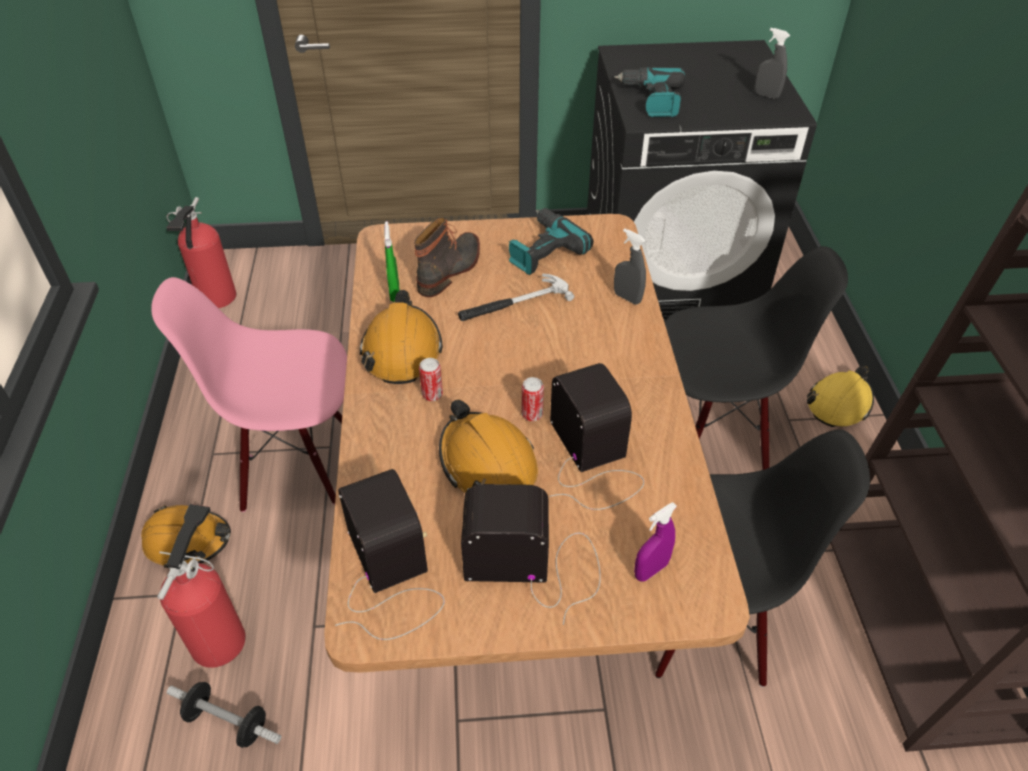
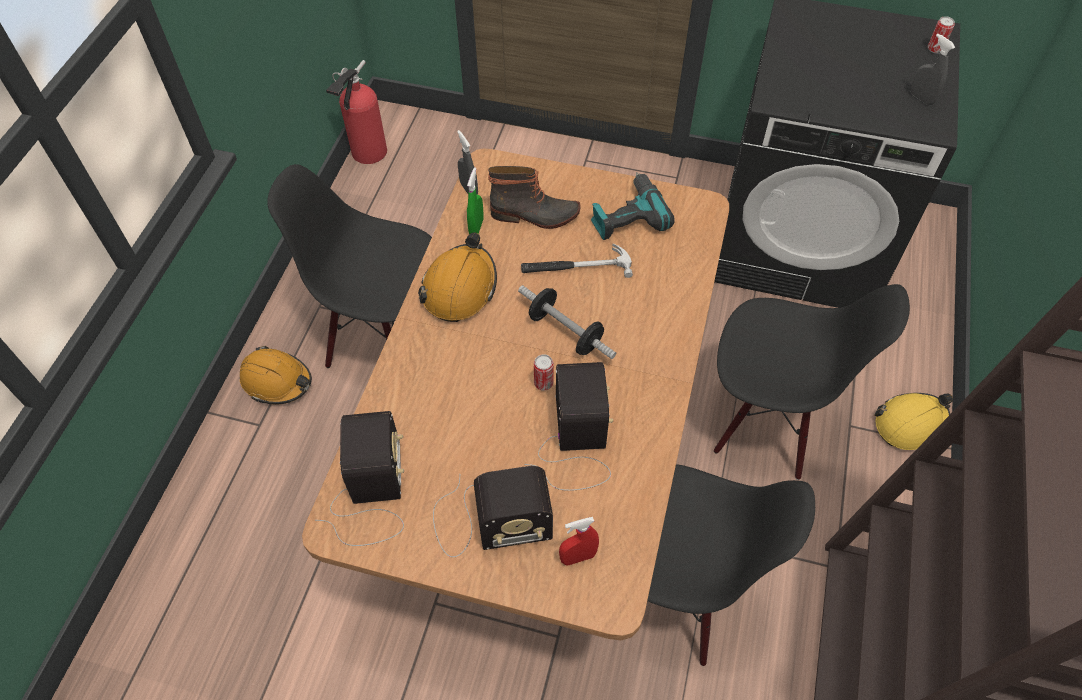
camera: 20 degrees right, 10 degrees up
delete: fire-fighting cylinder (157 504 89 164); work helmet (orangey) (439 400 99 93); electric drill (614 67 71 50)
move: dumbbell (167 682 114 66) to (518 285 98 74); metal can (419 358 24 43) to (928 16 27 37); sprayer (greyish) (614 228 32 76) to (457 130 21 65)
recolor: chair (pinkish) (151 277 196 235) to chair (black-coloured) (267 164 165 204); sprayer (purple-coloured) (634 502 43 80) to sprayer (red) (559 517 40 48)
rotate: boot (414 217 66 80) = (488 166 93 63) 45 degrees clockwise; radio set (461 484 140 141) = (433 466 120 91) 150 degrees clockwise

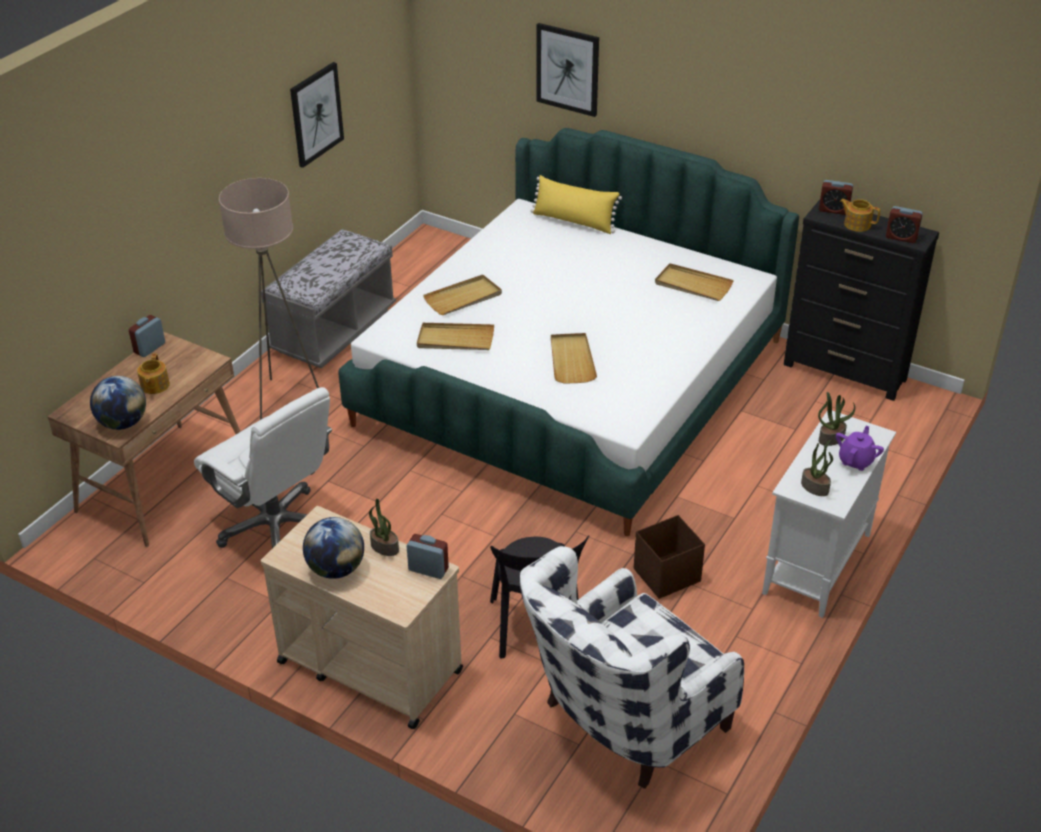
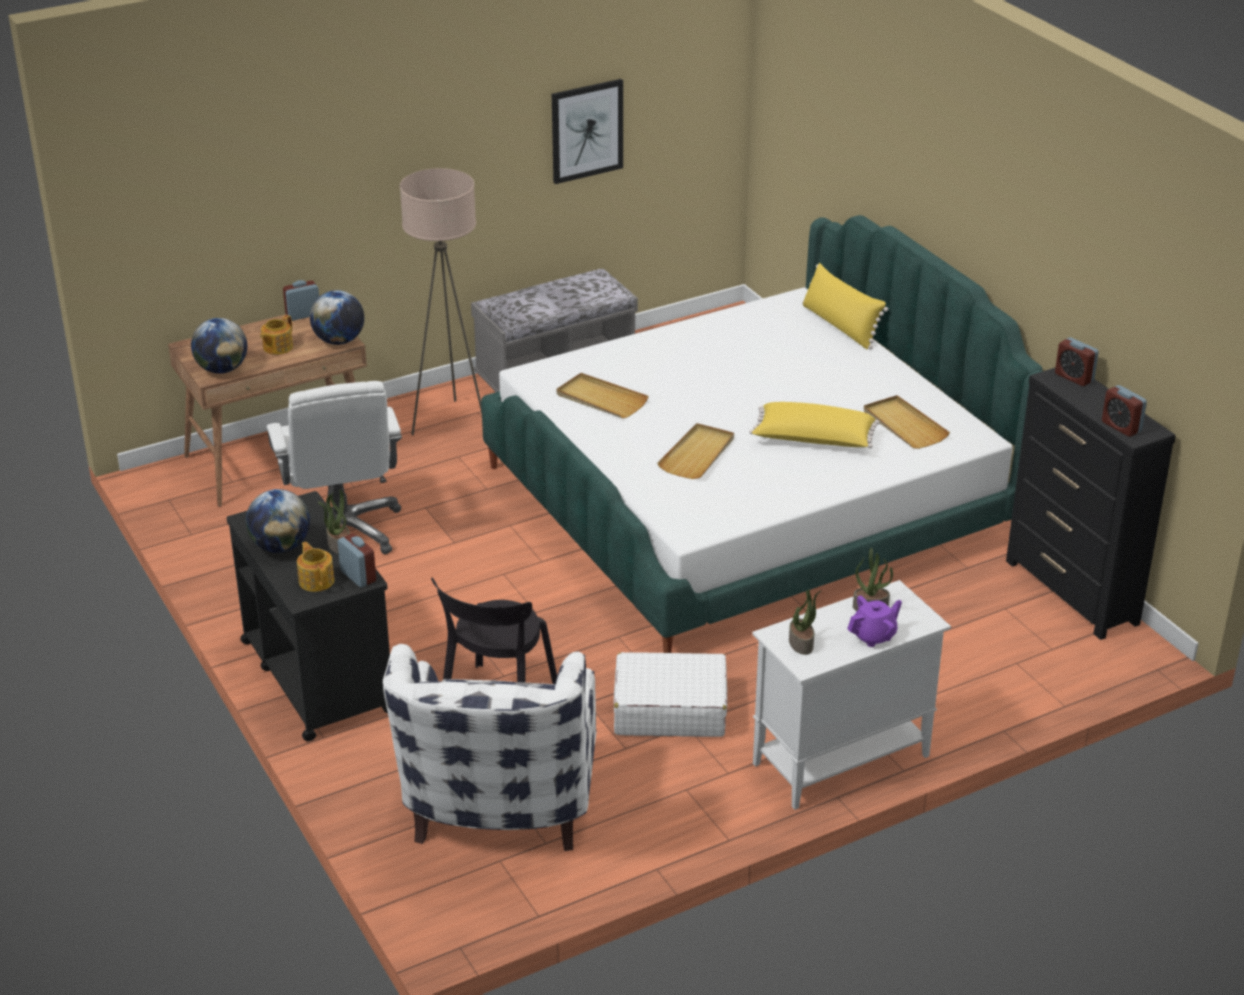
camera: 30 degrees right, 5 degrees down
delete: carrying tray (beige-coloured) (423 275 79 40); picture (536 23 63 94)
insert: globe (310 290 54 55); pillow (yellow) (749 402 131 46)
move: teapot (840 199 40 33) to (297 542 37 50)
replace: storage bin (brown) (634 515 71 84) to suitcase (whitish) (614 652 113 85)
recolor: cart (beige-coloured) (261 506 202 223) to cart (black-coloured) (226 491 164 250)
rotate: lounge chair (whitish) (520 546 224 243) = (383 644 213 207) 75 degrees counterclockwise

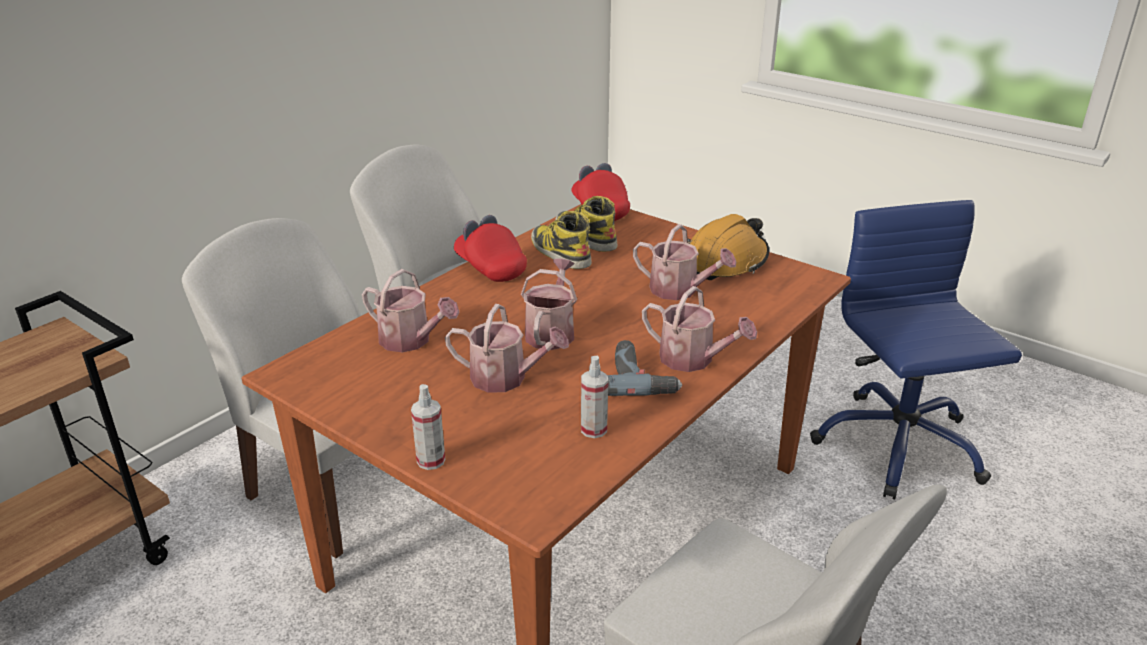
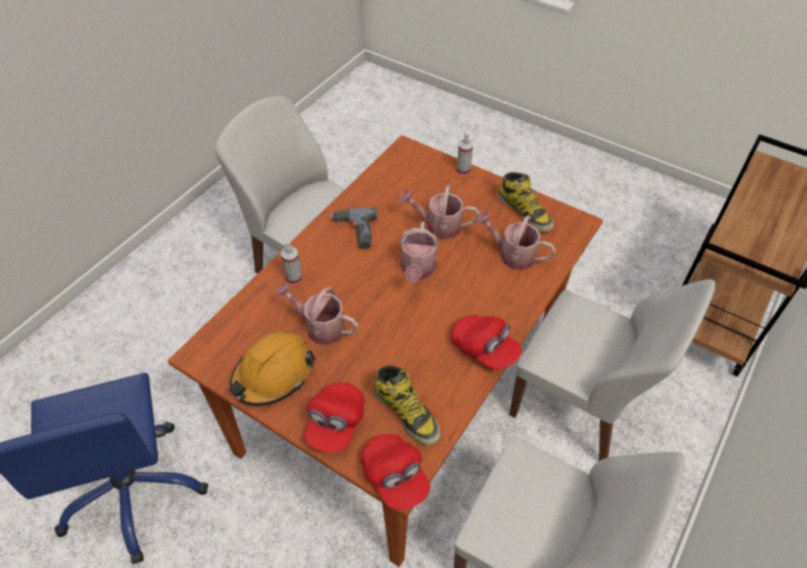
camera: 175 degrees right, 20 degrees up
delete: watering pot (642 286 115 86)
insert: peaked cap (red) (304 382 61 70)
move: boot (531 211 61 58) to (498 172 56 60); sprayer (581 356 27 82) to (281 241 21 44)

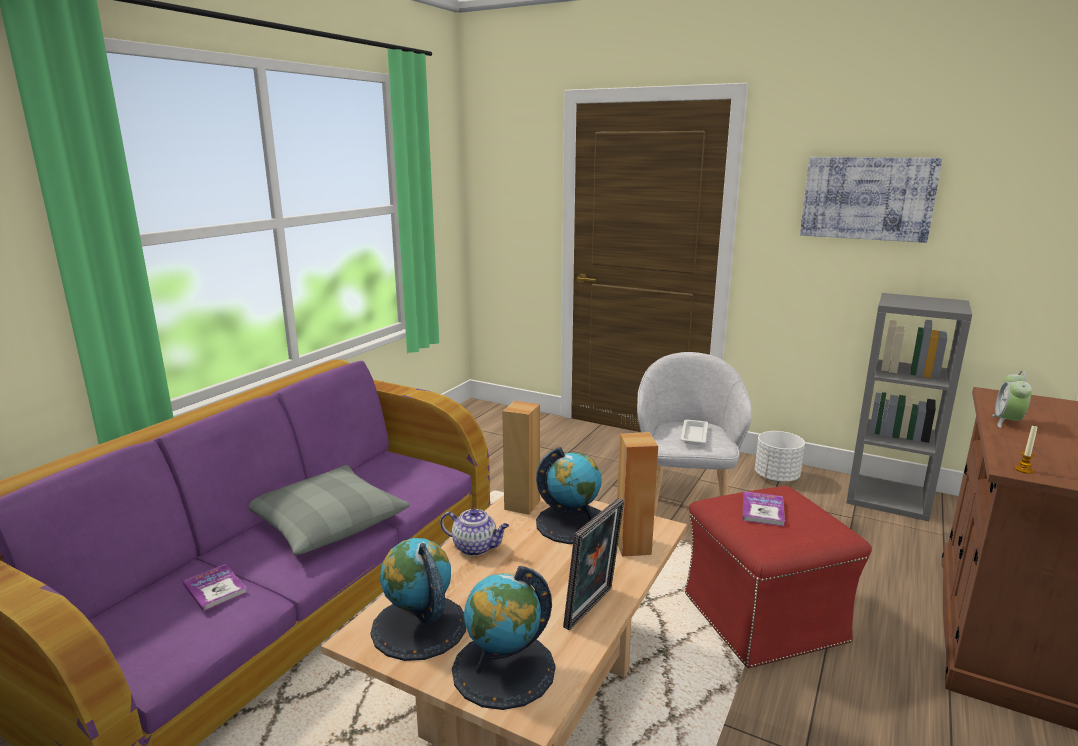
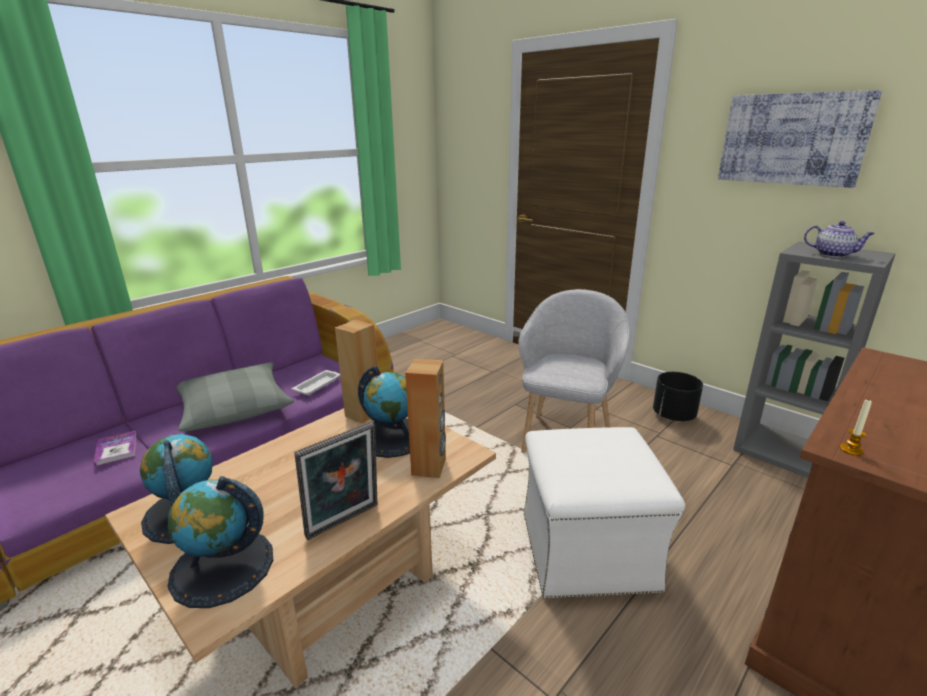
camera: 15 degrees right, 5 degrees up
delete: bound book (743 491 42 36); bedside clock (992 371 40 57)
move: teapot (440 509 69 47) to (804 221 71 36); carrying tray (whitish) (681 419 27 26) to (291 370 49 25)
recolor: ottoman (red) (684 486 188 182) to ottoman (whitish) (524 427 161 171); flower pot (whitish) (755 431 50 51) to flower pot (black-coloured) (653 372 50 49)

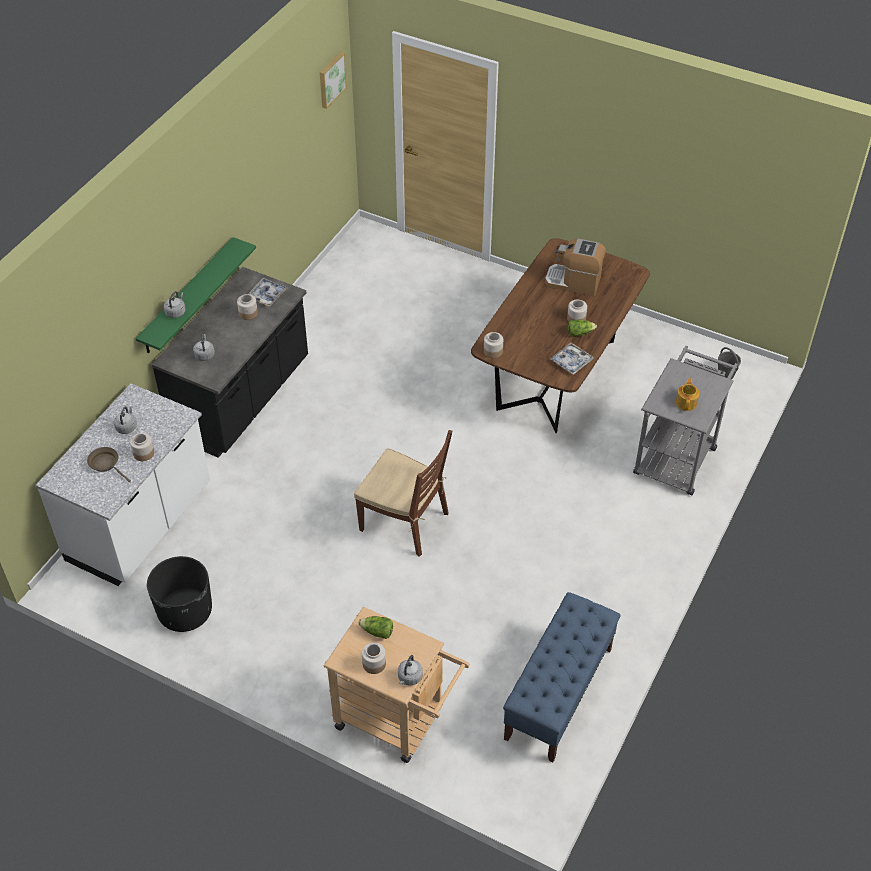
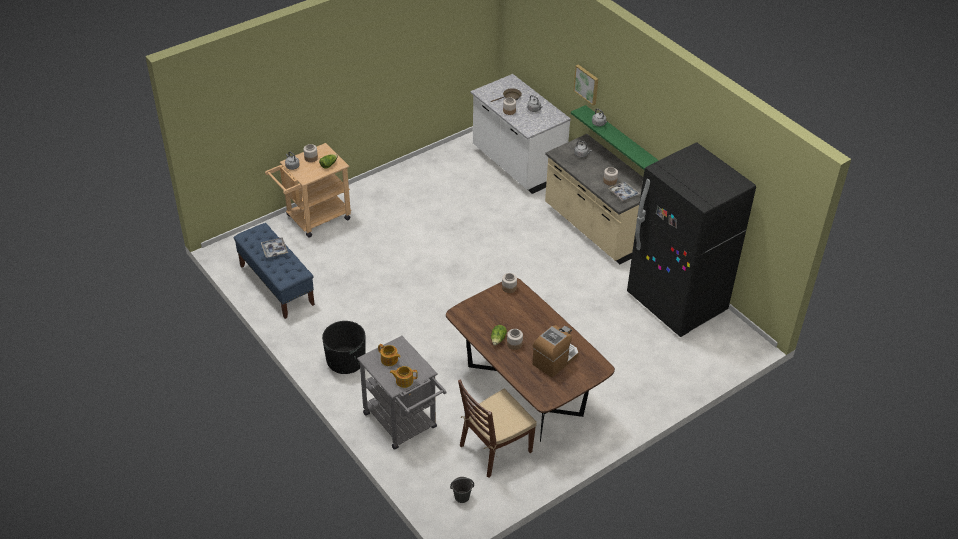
camera: 115 degrees right, 5 degrees down
insert: teapot (390 366 28 22); kitchen fridge (black-coloured) (627 142 129 195)
move: flower pot (black-coloured) (147 556 65 76) to (322 321 43 53); picture (320 52 27 57) to (573 64 25 41); chair (brown) (354 430 98 126) to (458 379 79 99); carrying tray (550 342 44 33) to (261 238 27 20)
recolor: counter (black-coloured) (152 267 156 191) to counter (beige-coloured) (545 134 98 130)

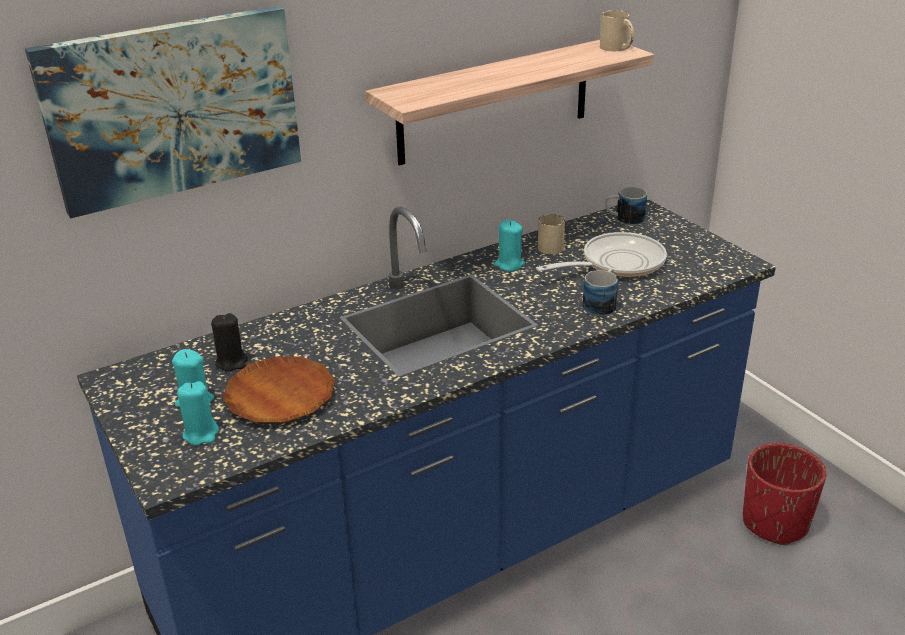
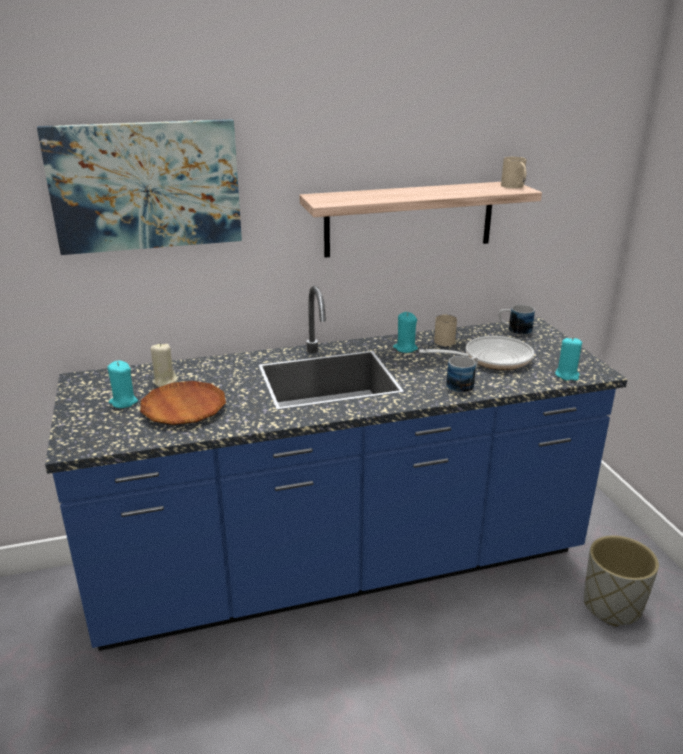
camera: 15 degrees right, 5 degrees down
move: wax candle (blue-green) (177 381 42 65) to (555 337 27 44)
recolor: wax candle (black-coloured) (211 313 37 59) to wax candle (beige-coloured) (151 343 27 44); flower pot (red) (743 443 83 102) to flower pot (greyish) (584 535 75 91)

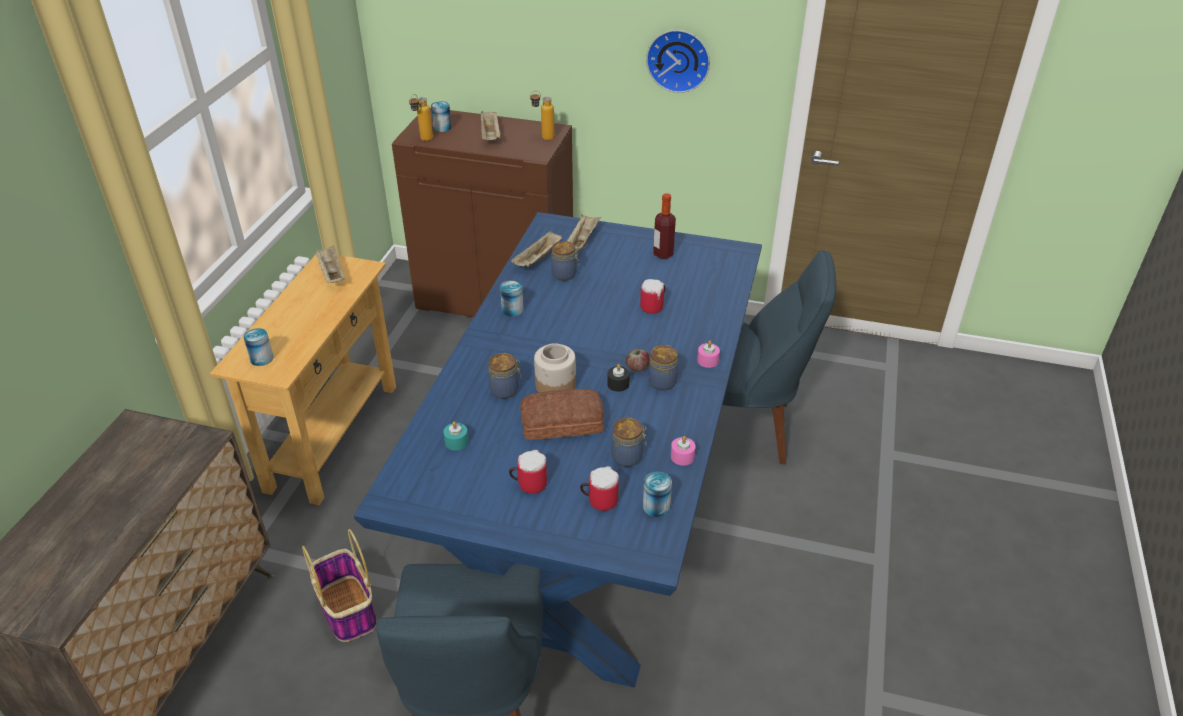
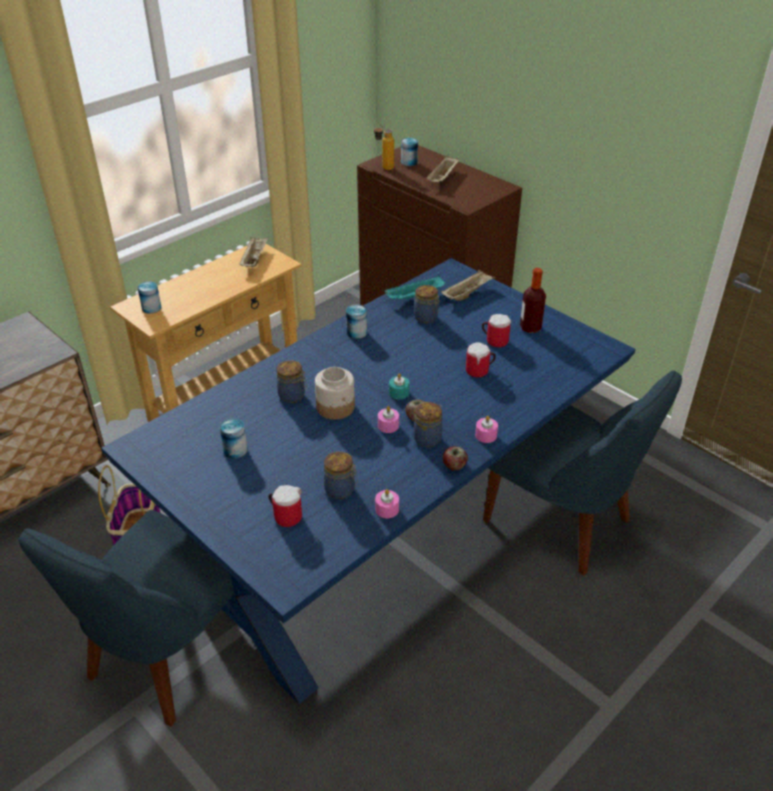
camera: 30 degrees right, 0 degrees up
delete: baked bread (520 389 84 51); drink bottle (530 91 25 49); clock on the wall (646 30 64 63)
insert: apple (443 446 25 24)
move: wax candle (blue-green) (443 421 26 29) to (389 373 21 26); mug (509 450 38 44) to (482 314 29 33); metal can (643 472 29 45) to (220 418 28 41)
recolor: carrying tray (beige-coloured) (511 231 51 36) to carrying tray (blue-green) (384 275 61 25); wax candle (black-coloured) (607 364 23 28) to wax candle (pinkish) (378 406 21 27)

